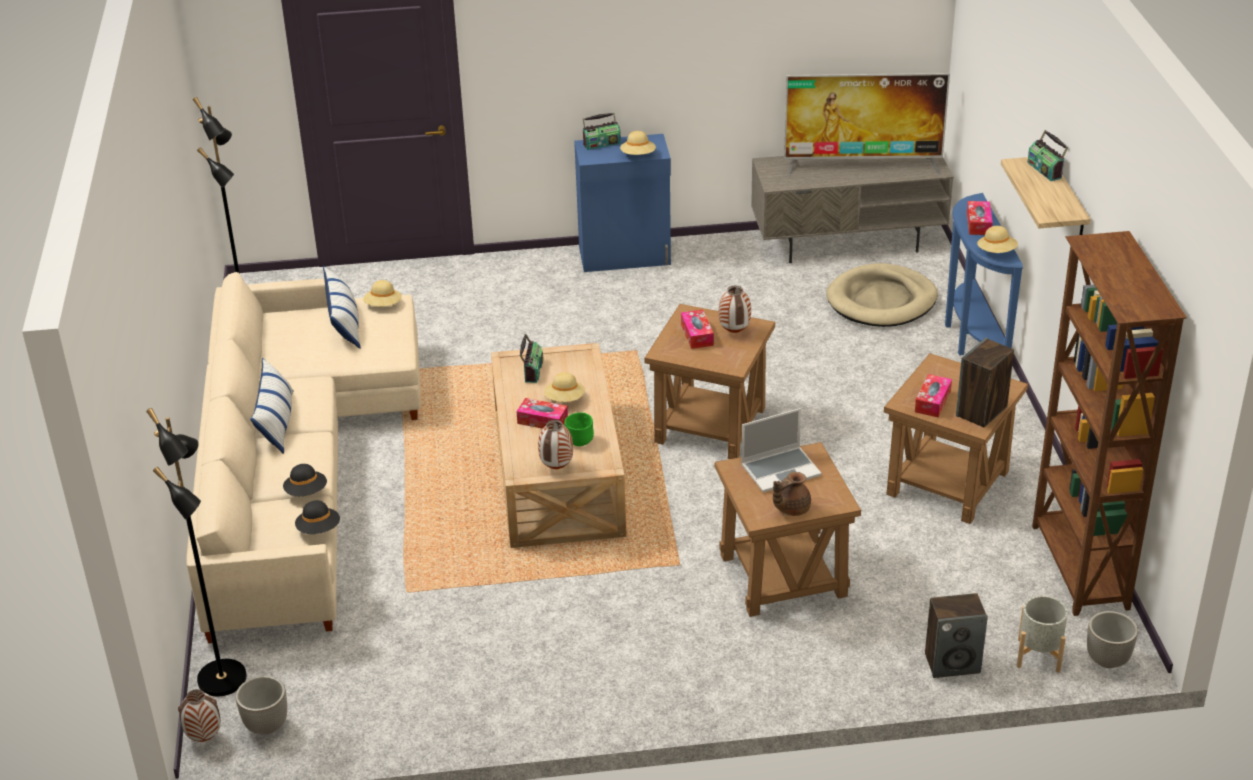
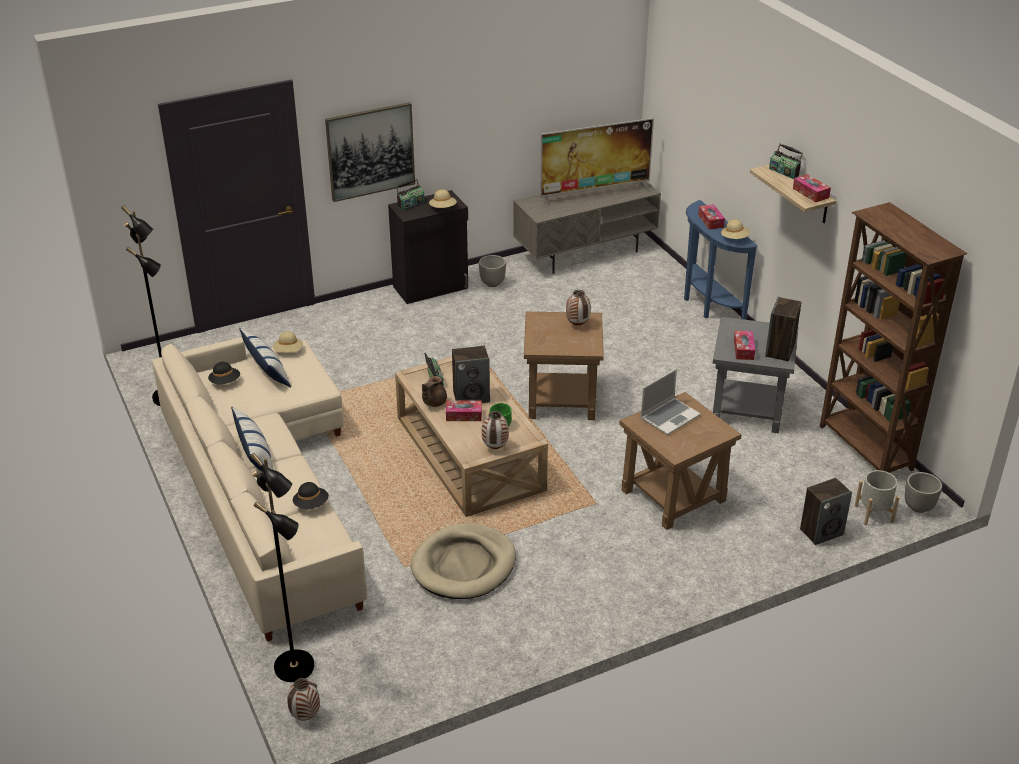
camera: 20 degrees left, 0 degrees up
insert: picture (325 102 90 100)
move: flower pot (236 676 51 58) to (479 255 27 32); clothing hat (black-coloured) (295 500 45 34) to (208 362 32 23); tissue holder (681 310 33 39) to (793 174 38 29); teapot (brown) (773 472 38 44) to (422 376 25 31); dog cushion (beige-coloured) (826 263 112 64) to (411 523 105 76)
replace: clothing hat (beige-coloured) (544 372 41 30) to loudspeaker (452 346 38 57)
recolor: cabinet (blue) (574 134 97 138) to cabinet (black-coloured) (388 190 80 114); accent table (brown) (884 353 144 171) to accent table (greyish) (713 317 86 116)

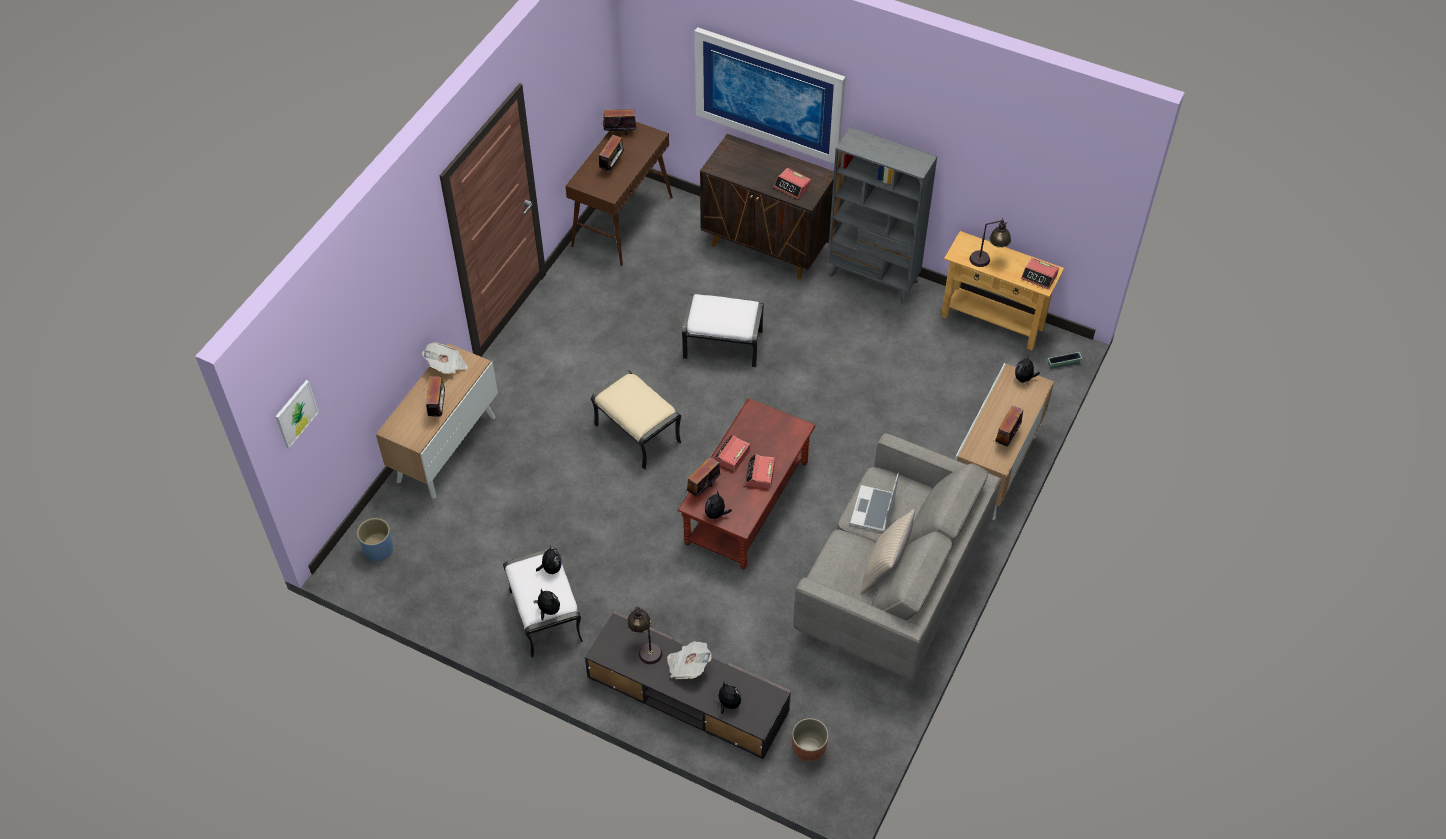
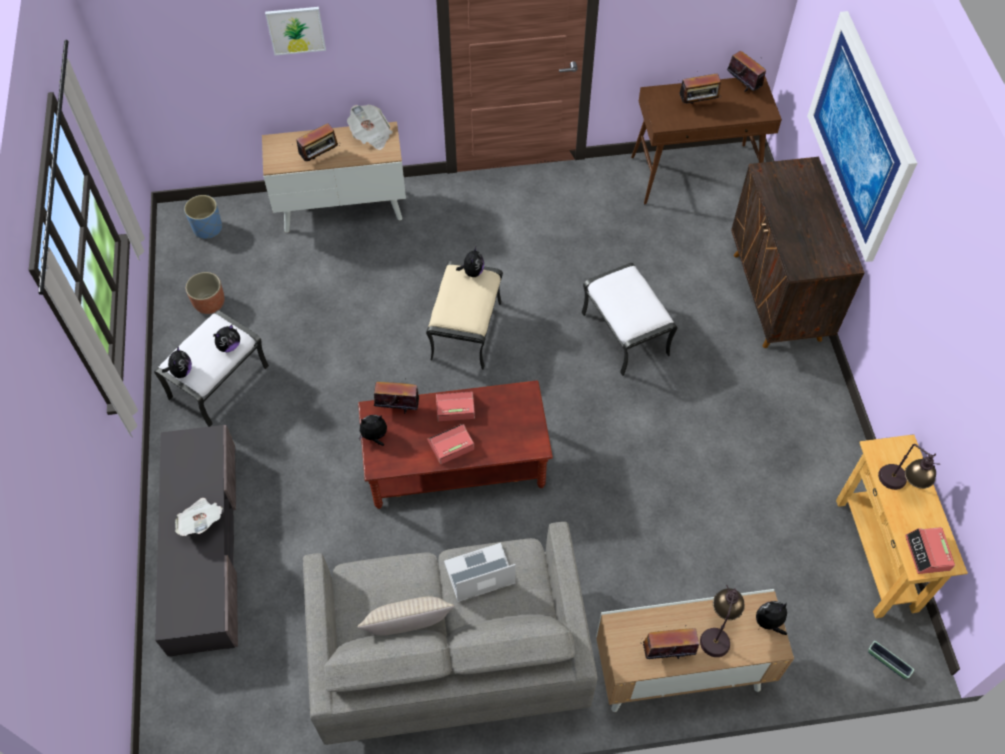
camera: 55 degrees right, 5 degrees up
delete: bedside clock (774 168 37 31); bookcase (greyish) (827 127 110 177)
move: picture (275 380 44 68) to (265 7 61 48); table lamp (627 606 35 58) to (700 585 45 72); cuddly toy (714 682 27 32) to (456 247 28 30); flower pot (792 718 37 44) to (186 272 39 42)

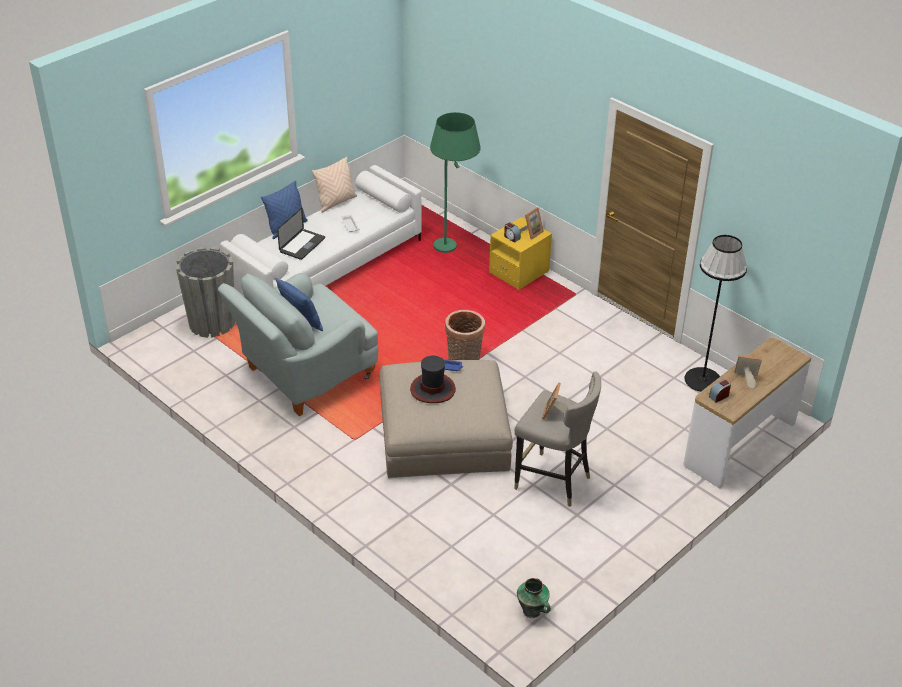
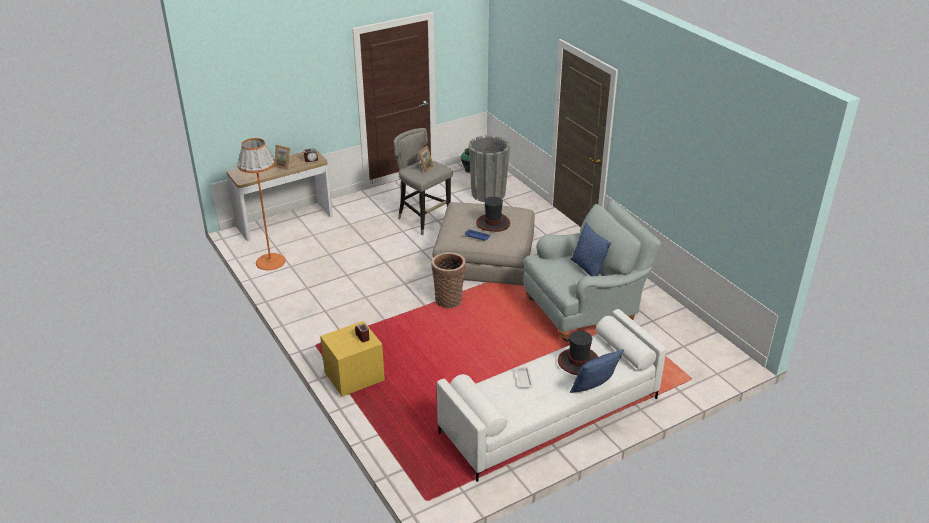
camera: 165 degrees left, 5 degrees down
delete: pillow (beige-coloured) (312 157 45 56); standing lamp (green) (430 112 51 141); picture frame (520 207 24 33)
move: flower pot (greyish) (175 247 60 91) to (468 135 42 67)
replace: laptop (277 208 48 52) to clothing hat (558 331 40 44)
recolor: standing lamp (black-coloured) (684 235 63 157) to standing lamp (orangey) (237 138 49 132)

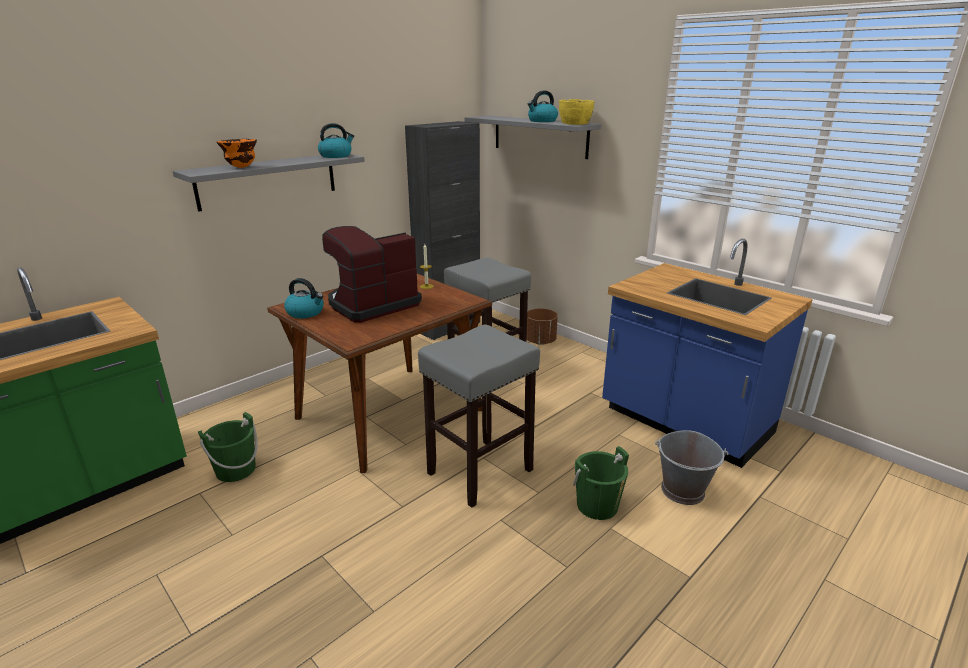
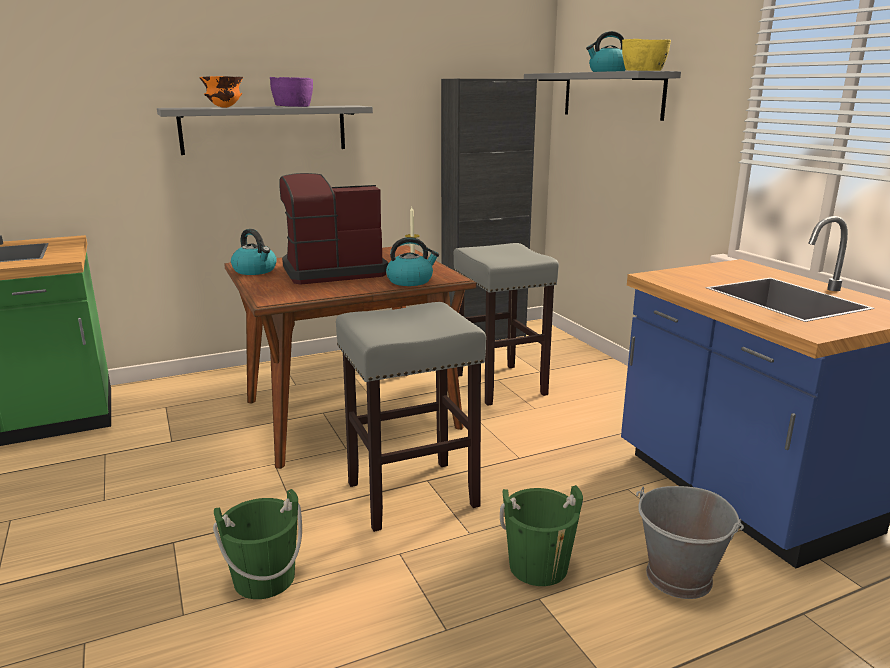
camera: 20 degrees right, 5 degrees down
delete: flower pot (brown) (527 308 31 37)
insert: serving bowl (purple-coloured) (270 77 43 30)
move: pail (green) (198 412 60 70) to (213 489 89 110); kettle (318 123 36 35) to (386 237 53 49)

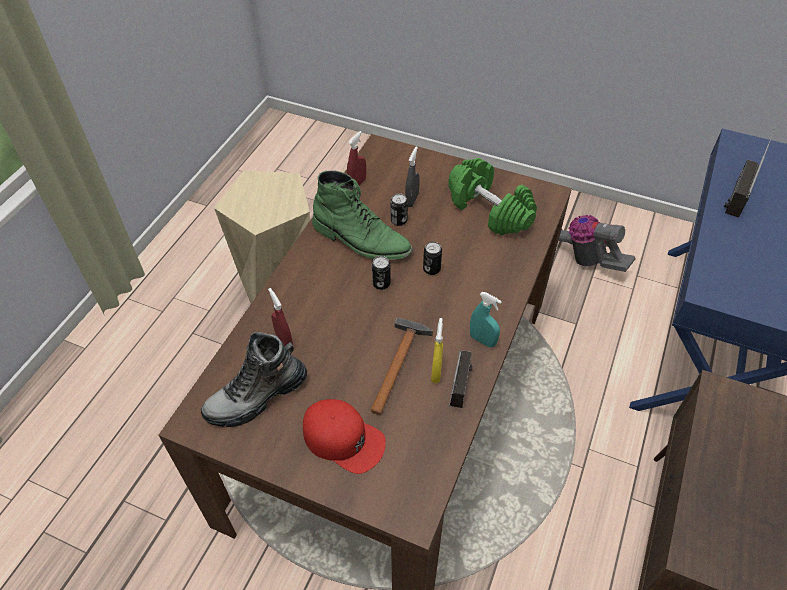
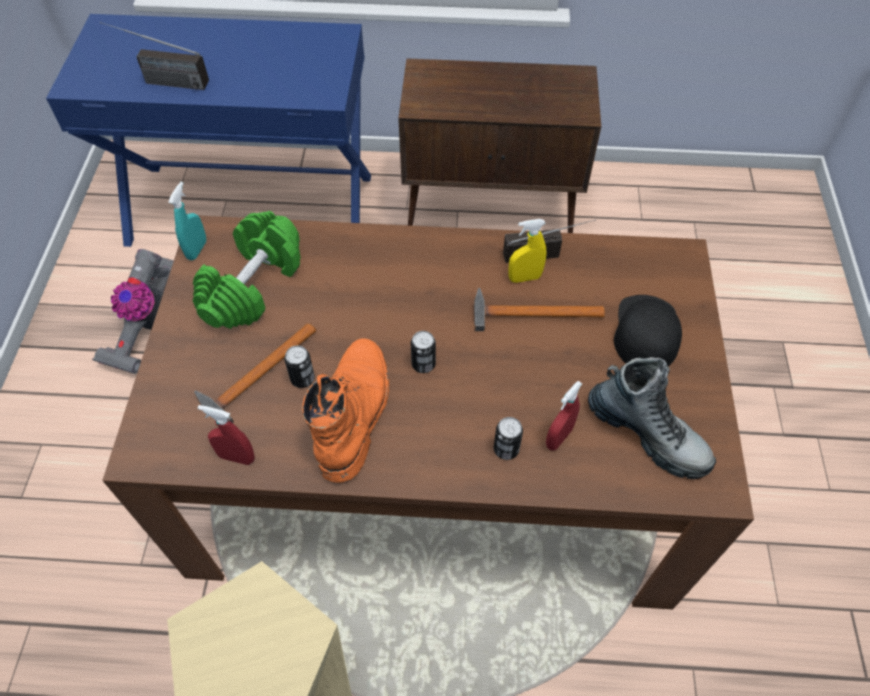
camera: 110 degrees left, 5 degrees up
move: metal can (423 242 19 33) to (494 417 29 43); sprayer (blue-green) (470 292 32 56) to (168 182 39 78)
replace: sprayer (greyish) (405 146 15 61) to hand hammer (194 323 122 100)
recolor: peaked cap (red) (303 399 83 75) to peaked cap (black-coloured) (614 295 68 72); boot (green) (312 171 101 89) to boot (orangey) (302 338 88 145)

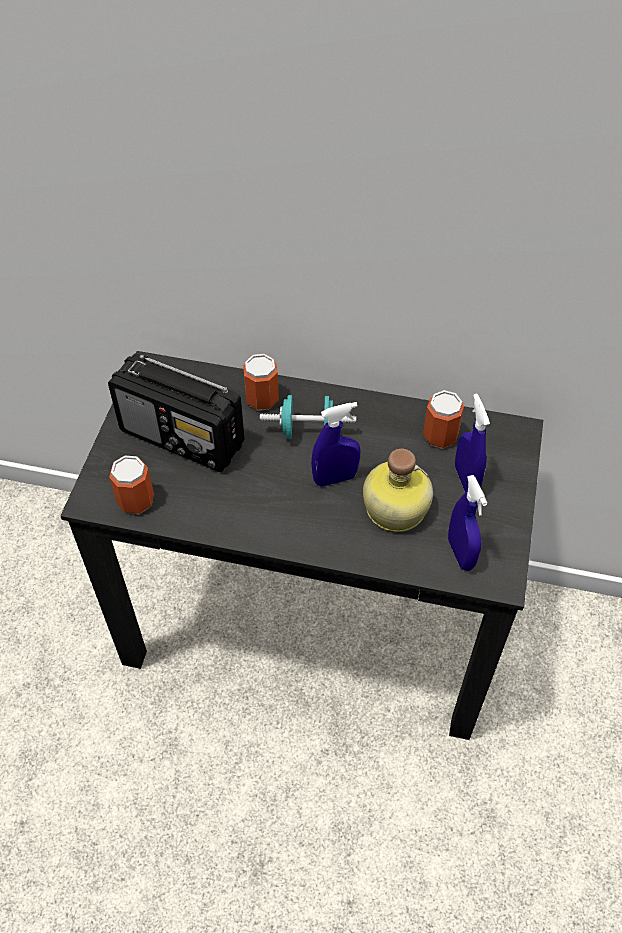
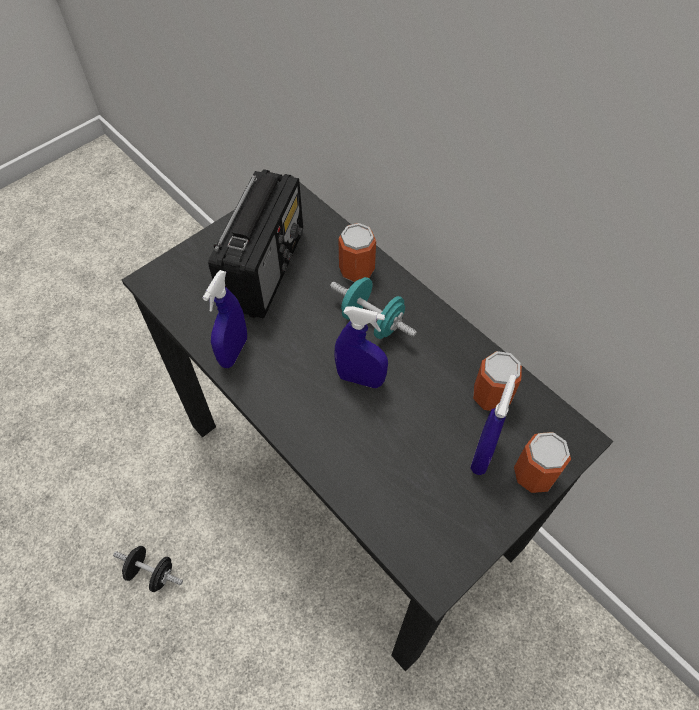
camera: 35 degrees right, 5 degrees up
delete: drink bottle (363 449 70 83)
insert: dumbbell (black-coloured) (113 546 70 46)
move: metal can (109 455 45 59) to (514 432 57 61); sprayer (blue) (448 475 39 96) to (203 270 44 98)
rotate: radio set (108 354 137 118) = (208 169 95 150) 135 degrees counterclockwise

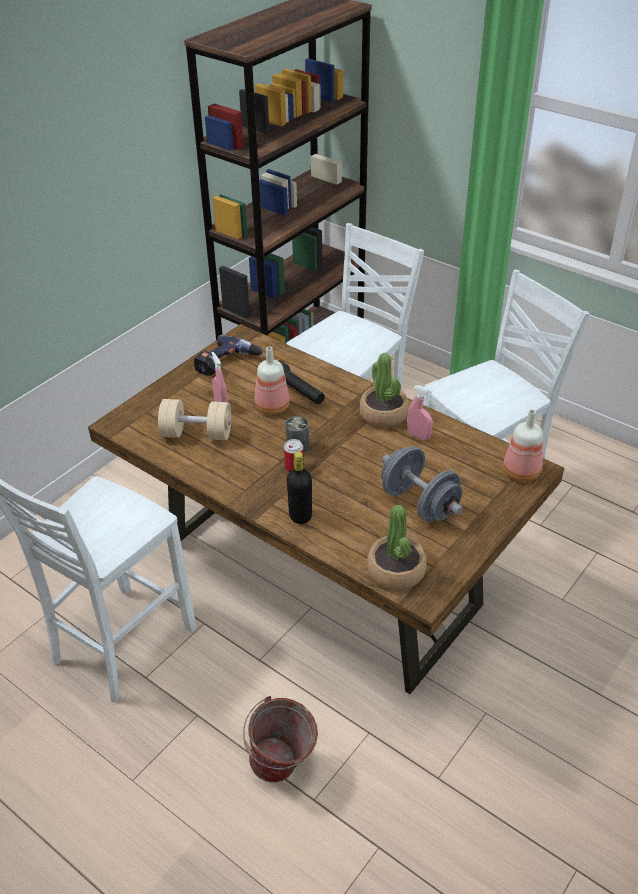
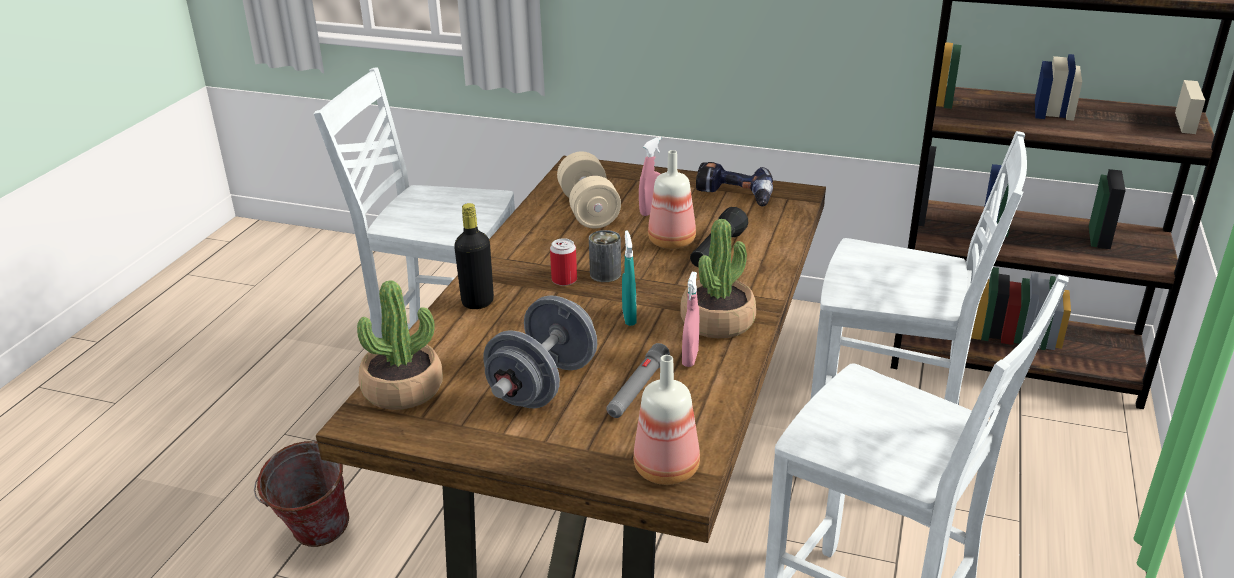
camera: 70 degrees right, 10 degrees down
insert: hand torch (greyish) (606 343 64 75); sprayer (blue-green) (622 231 15 95)

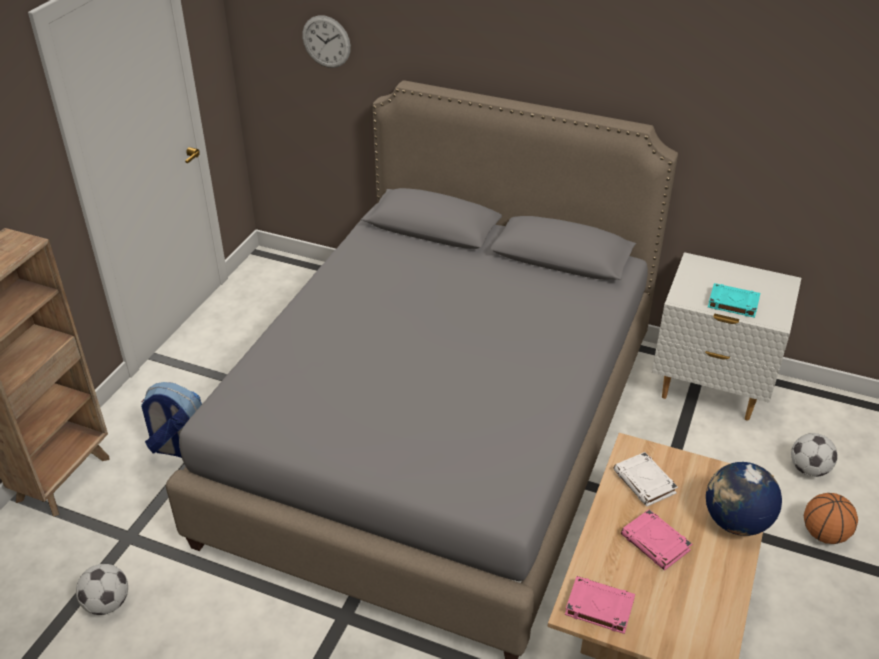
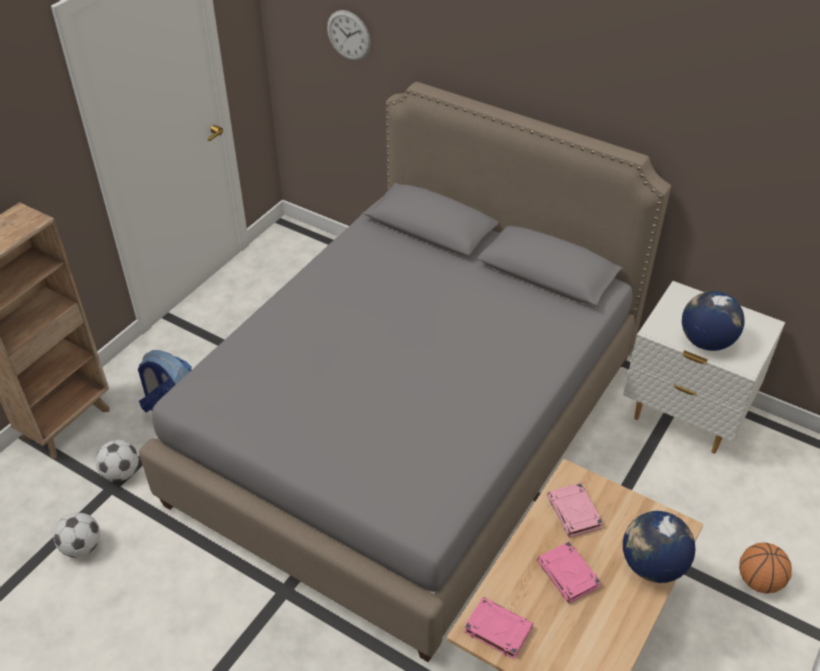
camera: 10 degrees right, 5 degrees up
move: football (791 433 46 44) to (96 440 43 42)
replace: bound book (blue-green) (708 283 53 35) to globe (682 291 62 60)
recolor: bound book (whitish) (613 452 65 55) to bound book (pinkish) (547 483 56 54)

